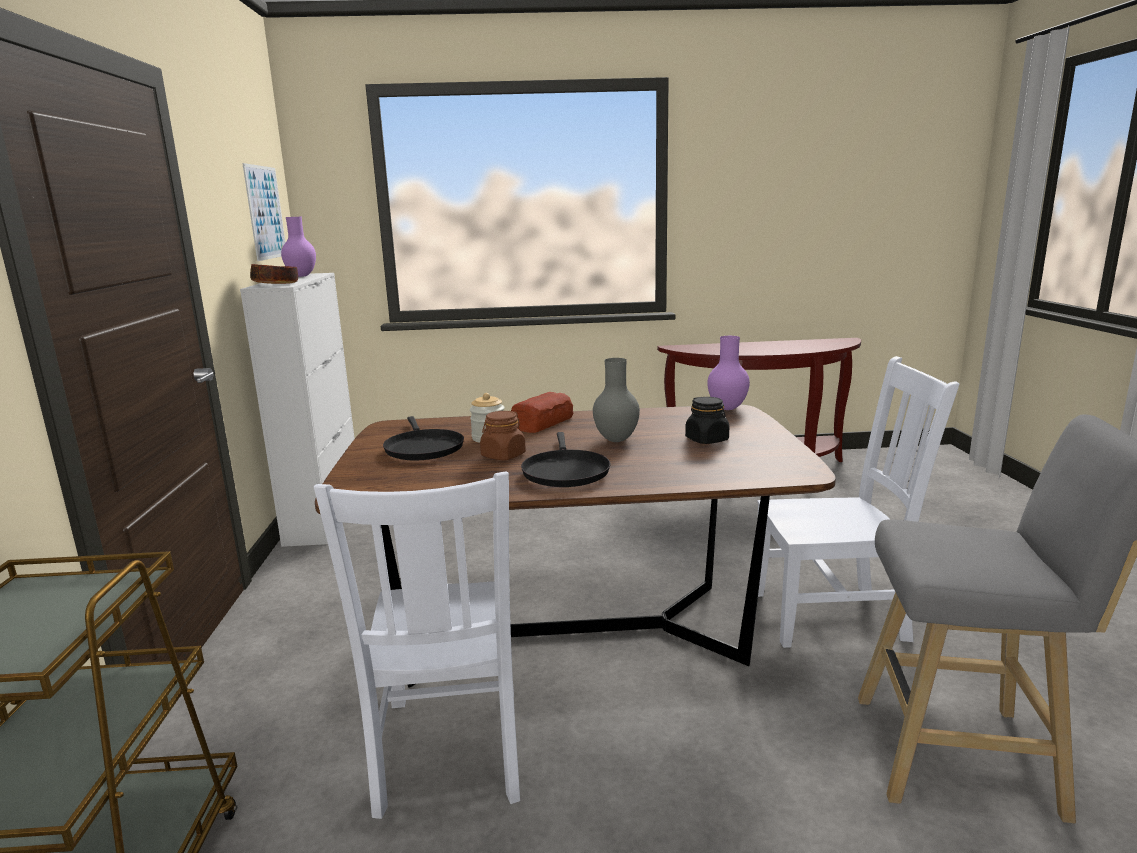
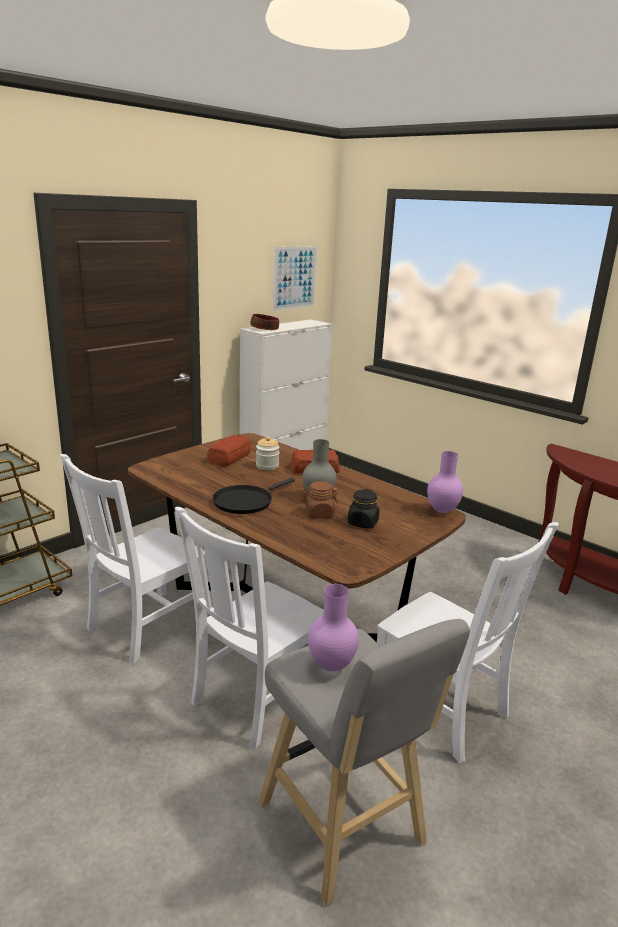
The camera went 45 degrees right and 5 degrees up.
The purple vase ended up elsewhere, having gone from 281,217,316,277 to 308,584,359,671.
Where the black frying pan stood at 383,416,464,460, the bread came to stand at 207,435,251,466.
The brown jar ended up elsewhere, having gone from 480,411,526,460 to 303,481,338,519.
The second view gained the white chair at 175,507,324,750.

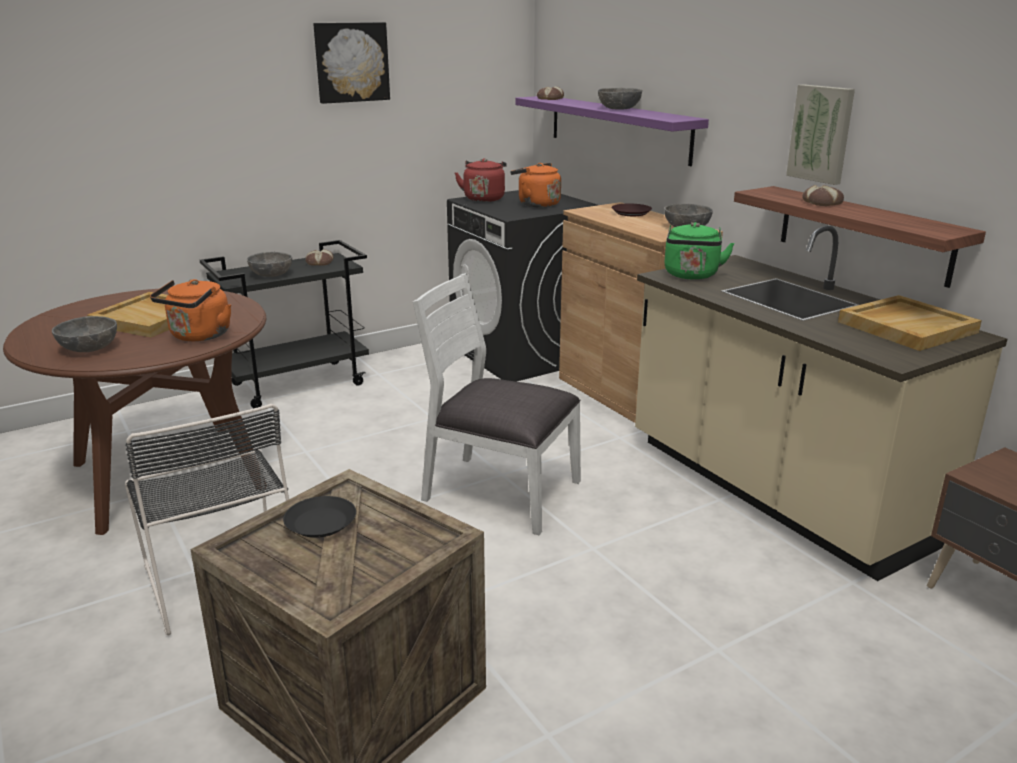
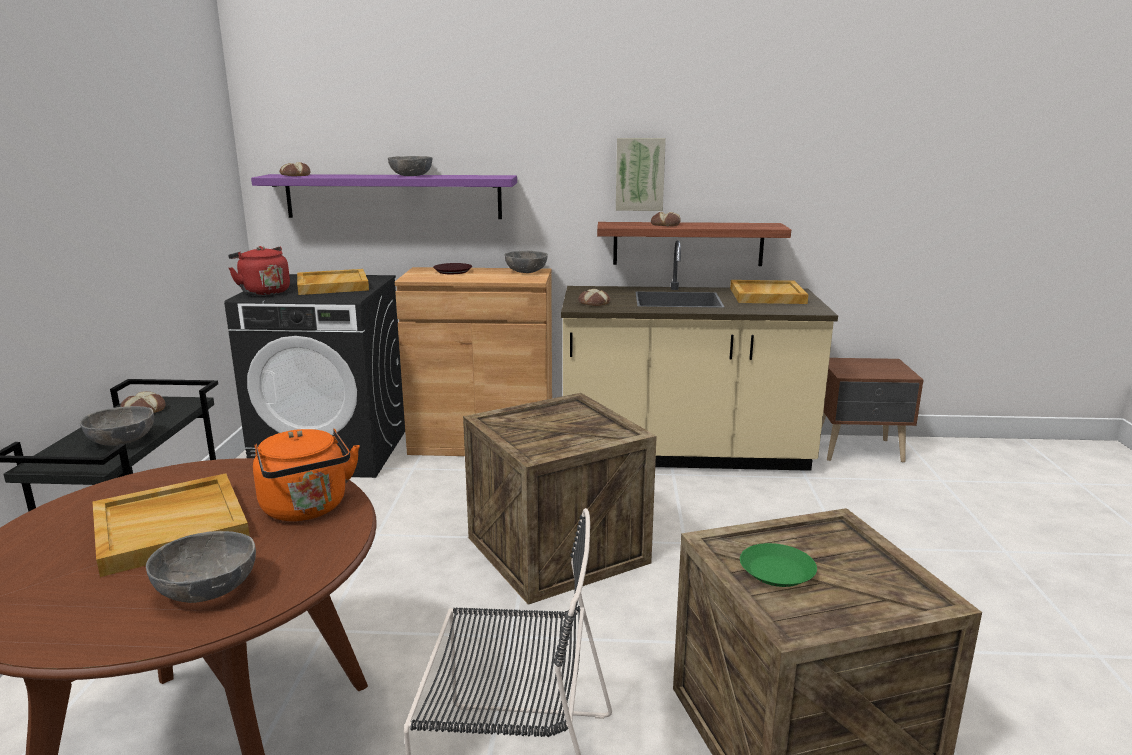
The camera went 55 degrees left and 5 degrees down.
What was the black plate at 283,496,356,538 turned into the green plate at 740,543,817,587.
The second view lost the picture at 313,22,390,104.
Where the white chair stood at 413,273,581,535, the crate came to stand at 463,393,657,604.
Where the orange kettle stood at 510,163,561,207, the beige tray came to stand at 297,269,369,295.
Where the green kettle stood at 665,222,735,280, the bread came to stand at 578,289,610,306.

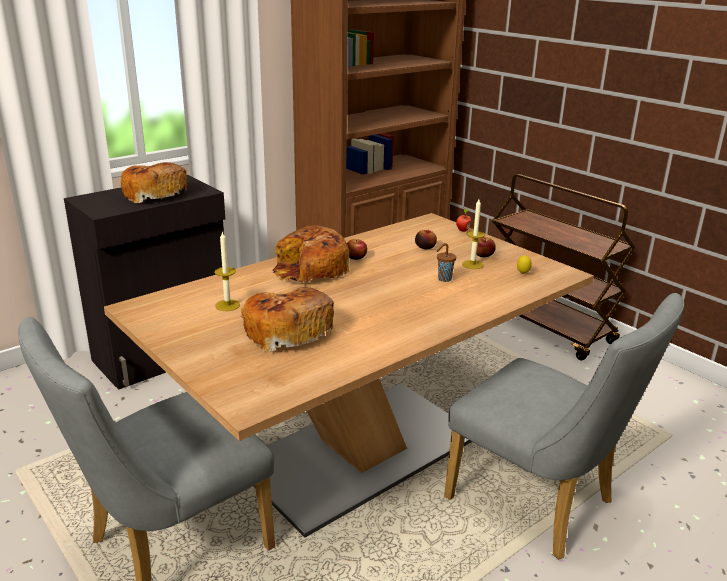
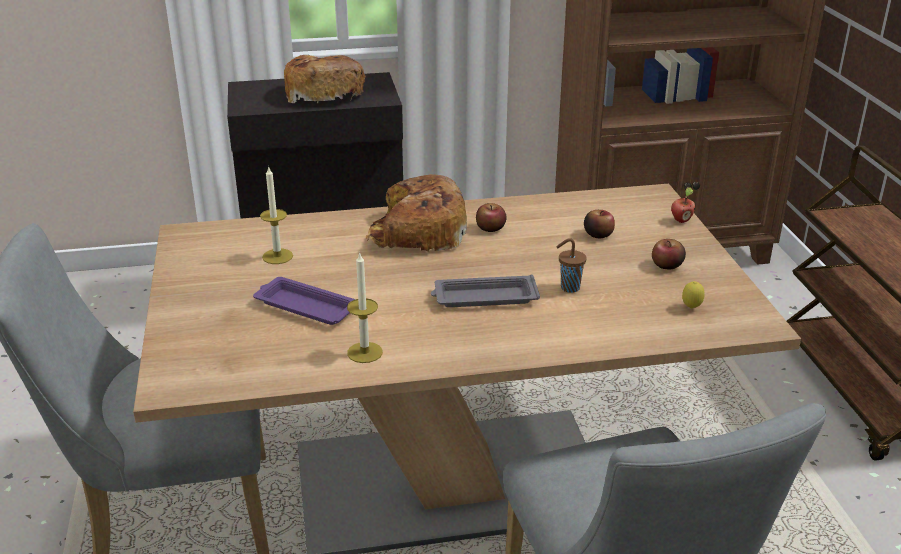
The camera went 30 degrees right and 5 degrees up.
Where the bread stood at 241,287,334,352, the purple tray came to stand at 253,277,356,325.
The candle ended up elsewhere, having gone from 462,199,485,269 to 347,252,383,363.
The second view gained the grey tray at 431,274,540,307.

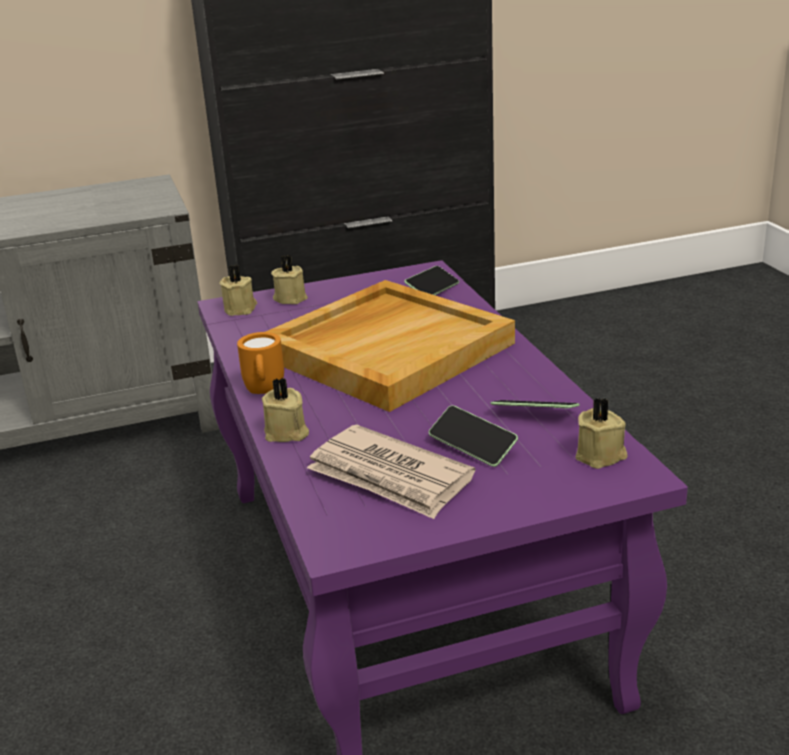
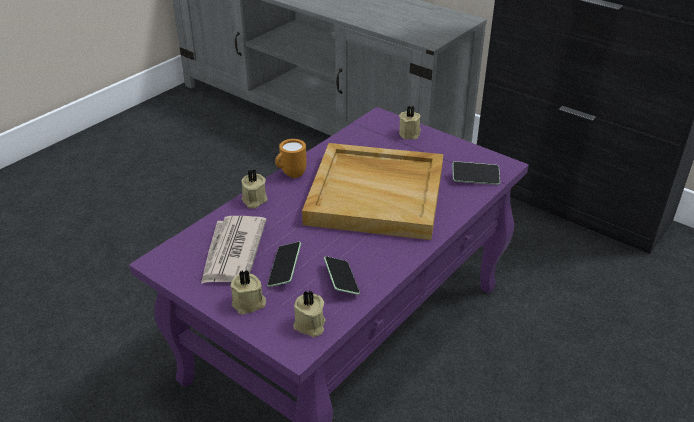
The camera went 55 degrees right and 10 degrees up.
The beige candle ended up elsewhere, having gone from 219,265,257,316 to 230,270,266,315.

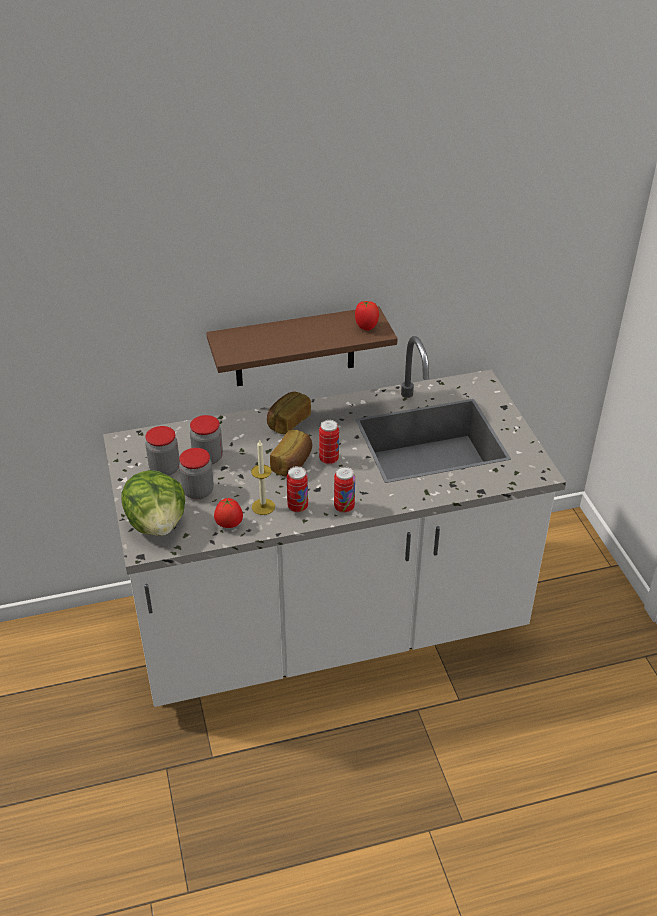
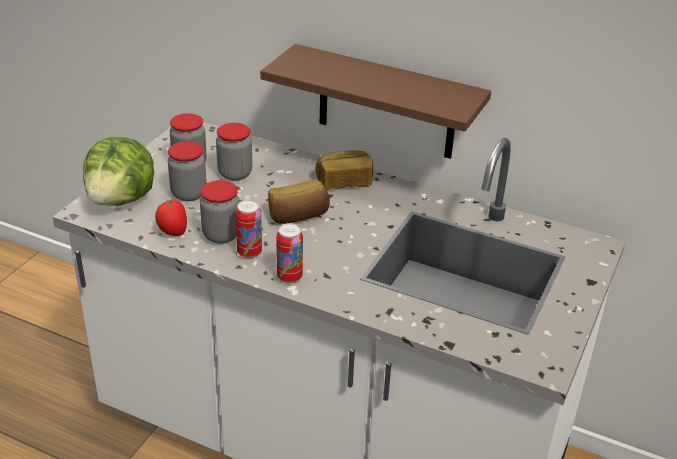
The camera went 40 degrees right and 5 degrees down.
Where the candle stood at 251,439,275,515, the jar came to stand at 200,180,239,244.
The second view lost the can at 319,420,339,464.
The second view lost the tomato at 355,301,379,331.

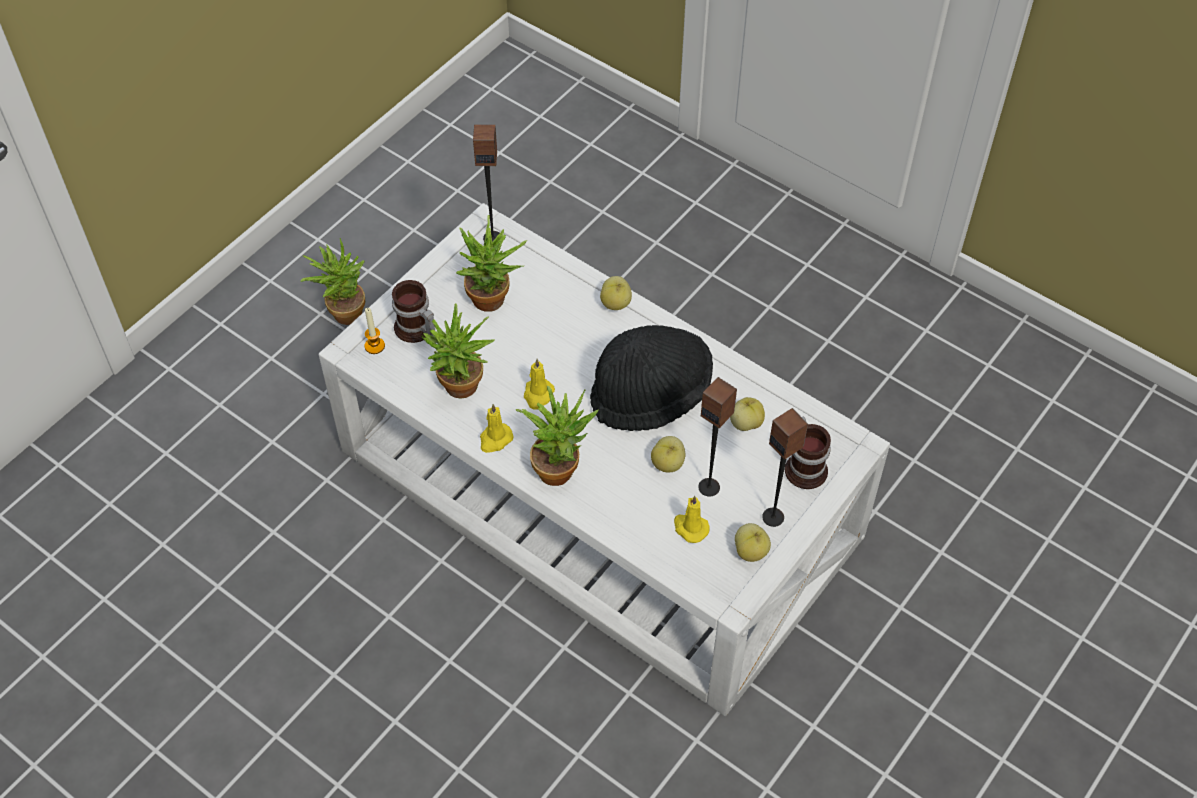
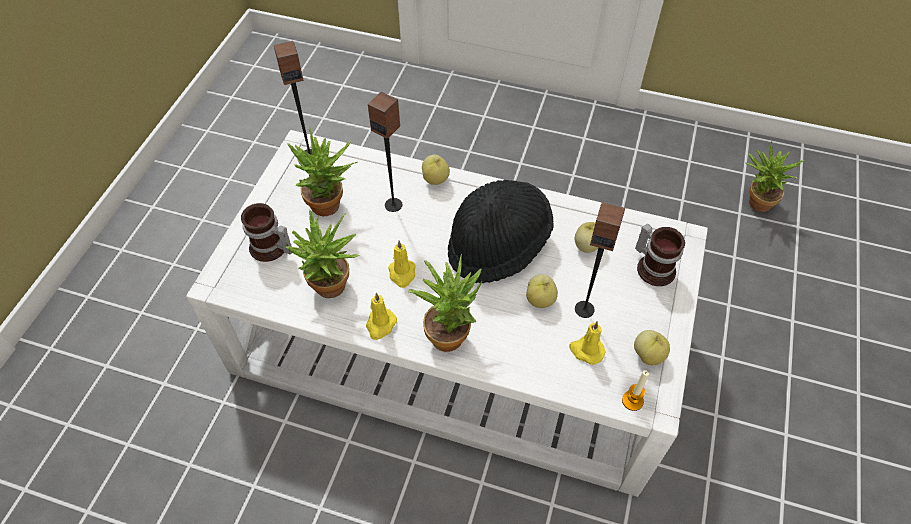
The camera went 20 degrees left and 0 degrees up.
The potted plant ended up elsewhere, having gone from 300,238,365,325 to 746,141,804,212.
The candle ended up elsewhere, having gone from 365,308,385,354 to 622,370,649,411.
The speaker ended up elsewhere, having gone from 762,408,808,527 to 368,92,403,212.

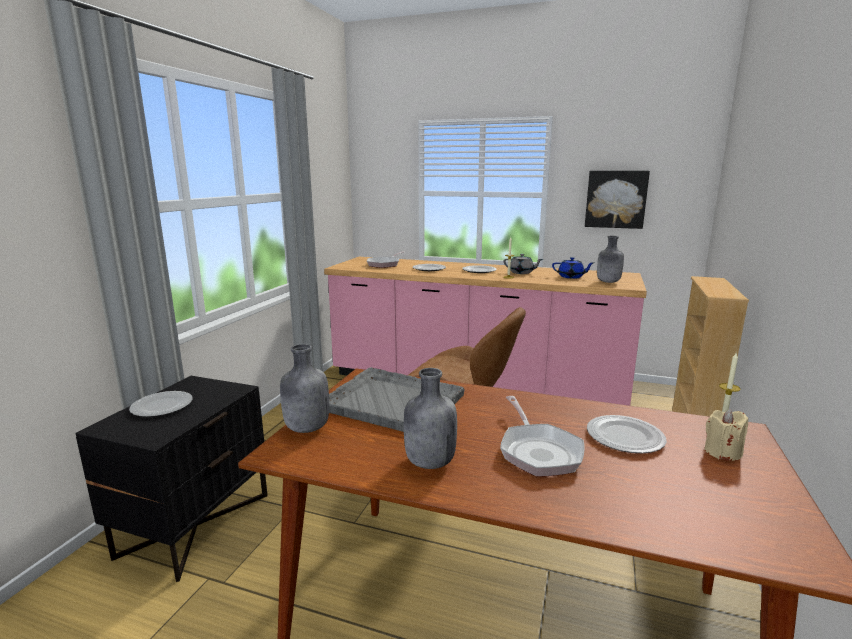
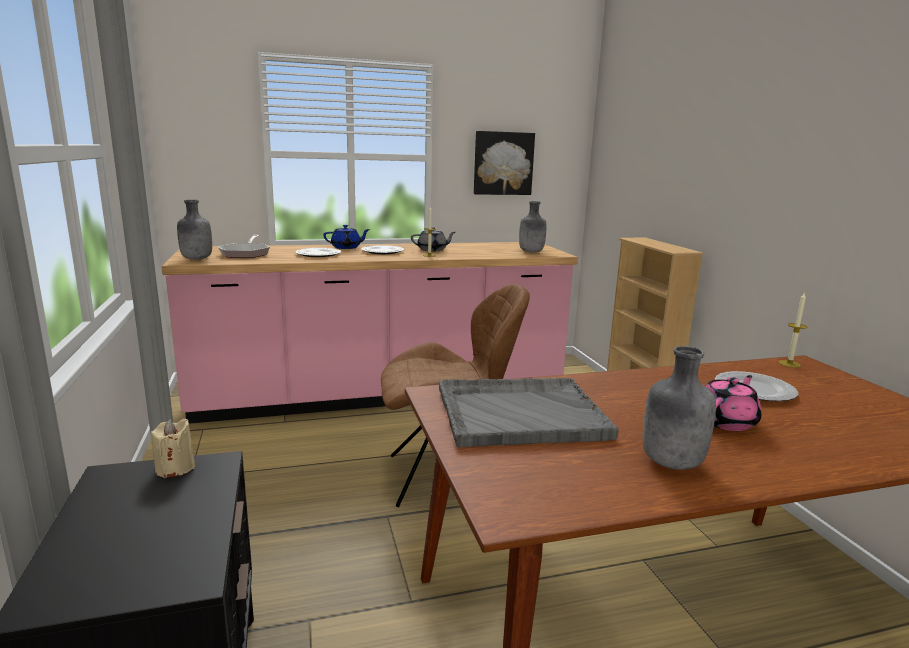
The camera went 35 degrees left and 0 degrees up.
The second view lost the plate at 129,391,193,417.
The grey bottle ended up elsewhere, having gone from 280,344,329,433 to 177,200,212,260.
Where the frying pan stood at 500,396,585,477, the pink teapot came to stand at 705,375,762,431.
The blue teapot ended up elsewhere, having gone from 552,257,594,279 to 323,225,370,249.
The beige candle ended up elsewhere, having gone from 704,409,748,461 to 150,418,195,478.

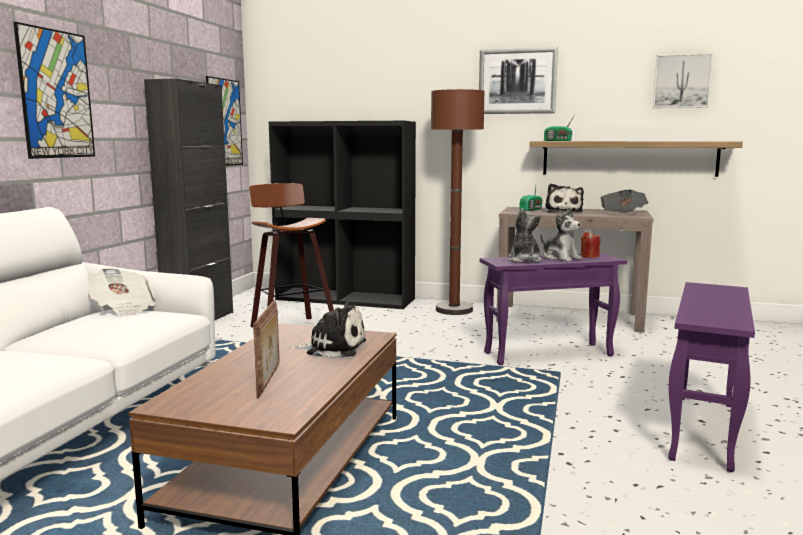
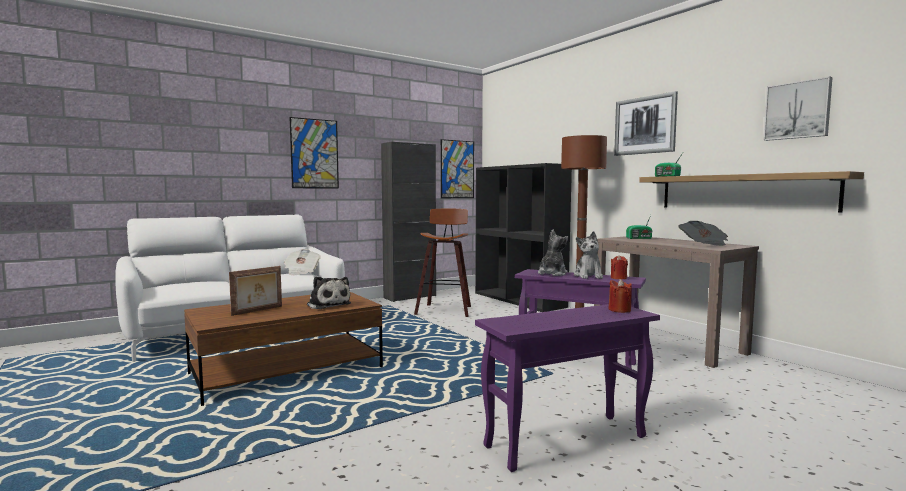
The camera went 40 degrees right and 5 degrees down.
The second view lost the plush toy at 545,184,584,212.
The second view gained the red candle at 608,279,632,313.

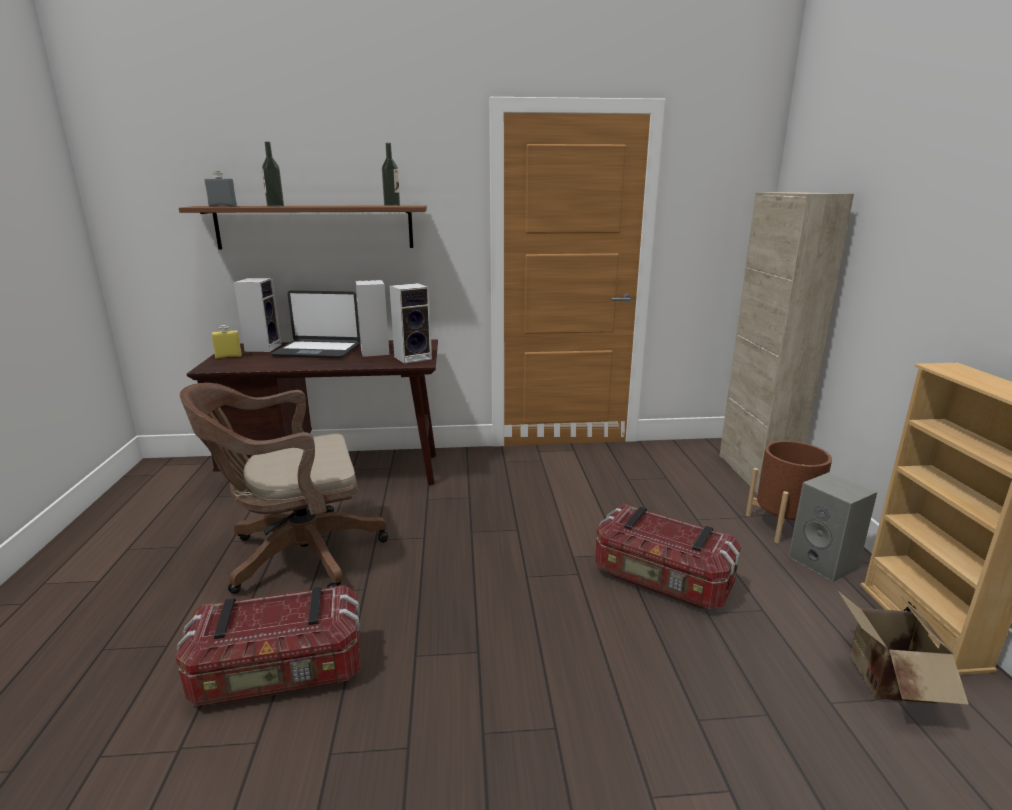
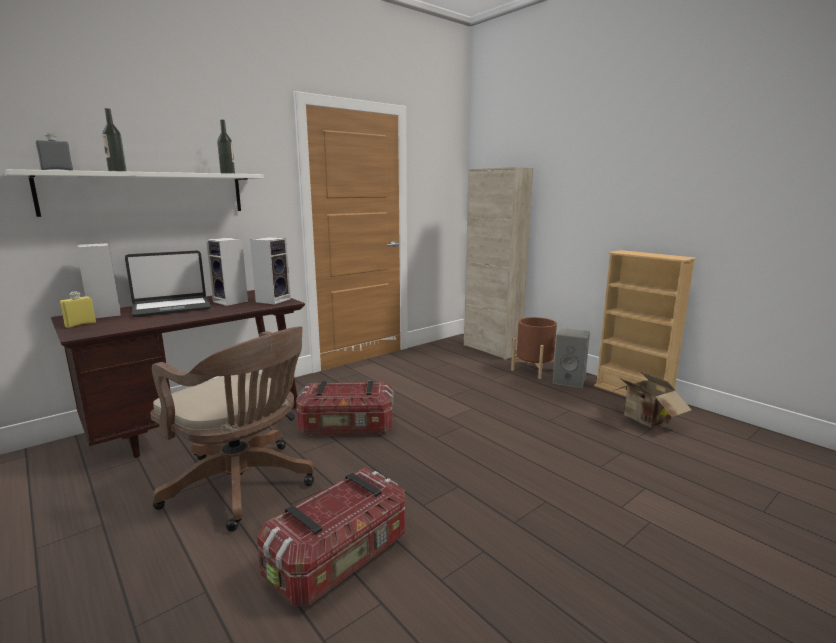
The camera went 35 degrees left and 5 degrees down.
What was the brown shelf at 179,205,427,250 turned into the white shelf at 6,169,264,217.
The brown office chair at 180,383,388,594 ended up facing another way, 90 degrees counterclockwise from before.
The storage box ended up elsewhere, having gone from 595,504,741,609 to 296,381,394,436.

